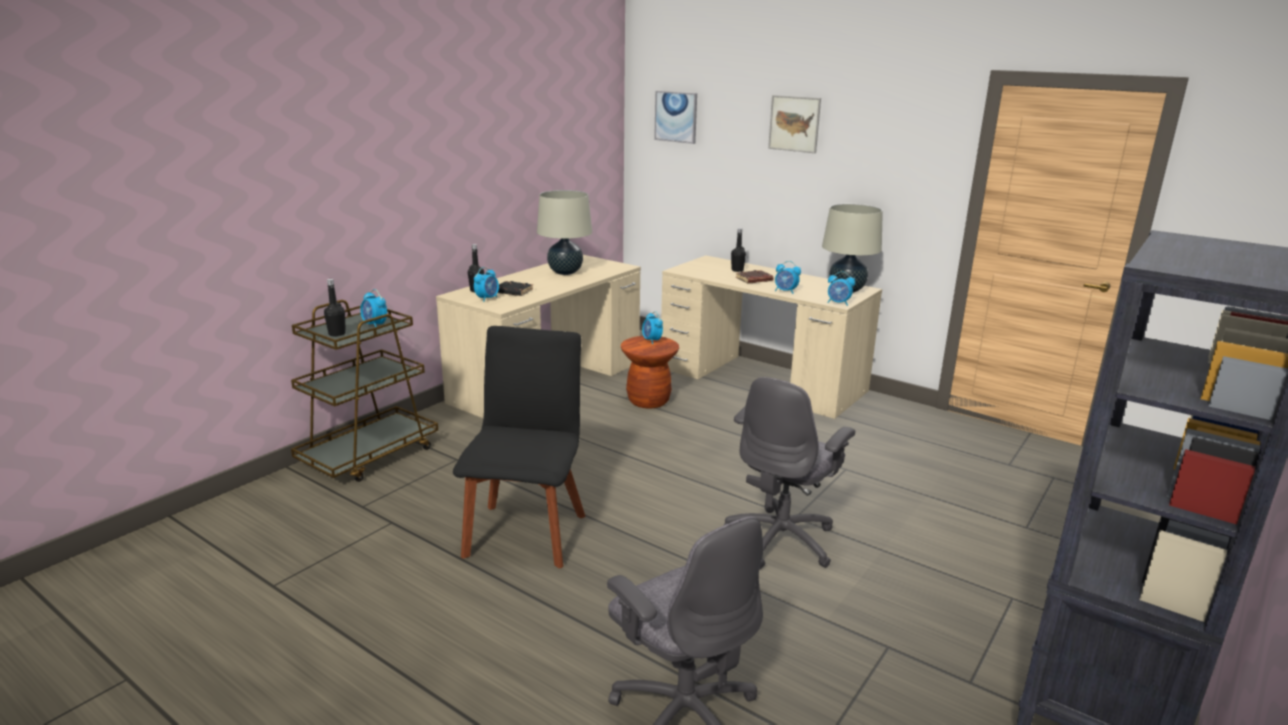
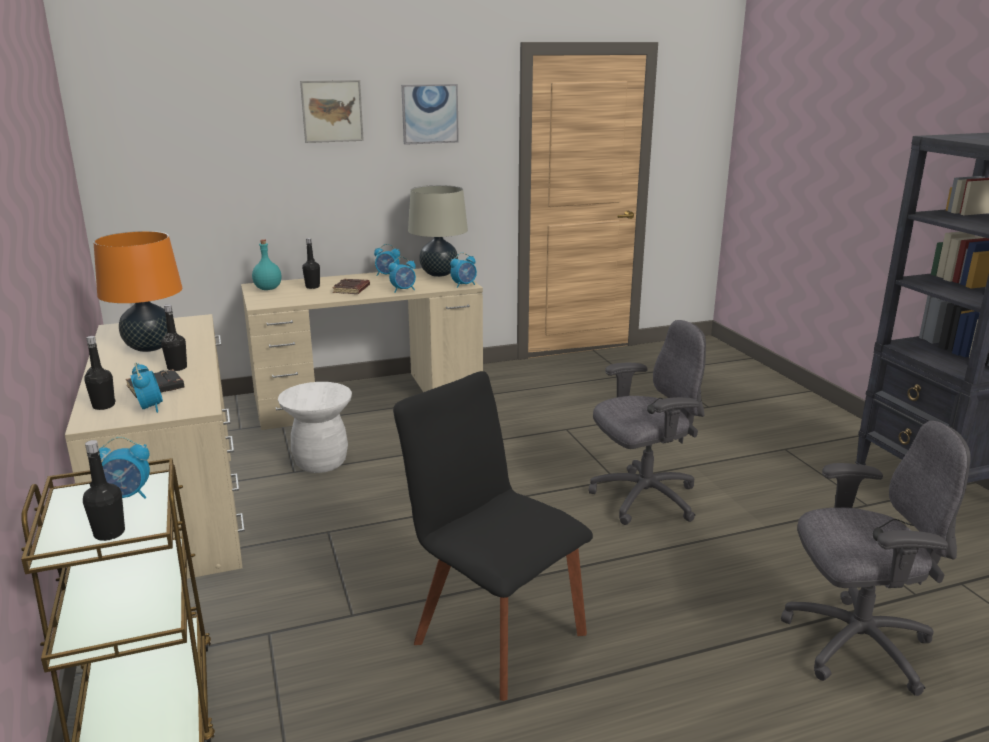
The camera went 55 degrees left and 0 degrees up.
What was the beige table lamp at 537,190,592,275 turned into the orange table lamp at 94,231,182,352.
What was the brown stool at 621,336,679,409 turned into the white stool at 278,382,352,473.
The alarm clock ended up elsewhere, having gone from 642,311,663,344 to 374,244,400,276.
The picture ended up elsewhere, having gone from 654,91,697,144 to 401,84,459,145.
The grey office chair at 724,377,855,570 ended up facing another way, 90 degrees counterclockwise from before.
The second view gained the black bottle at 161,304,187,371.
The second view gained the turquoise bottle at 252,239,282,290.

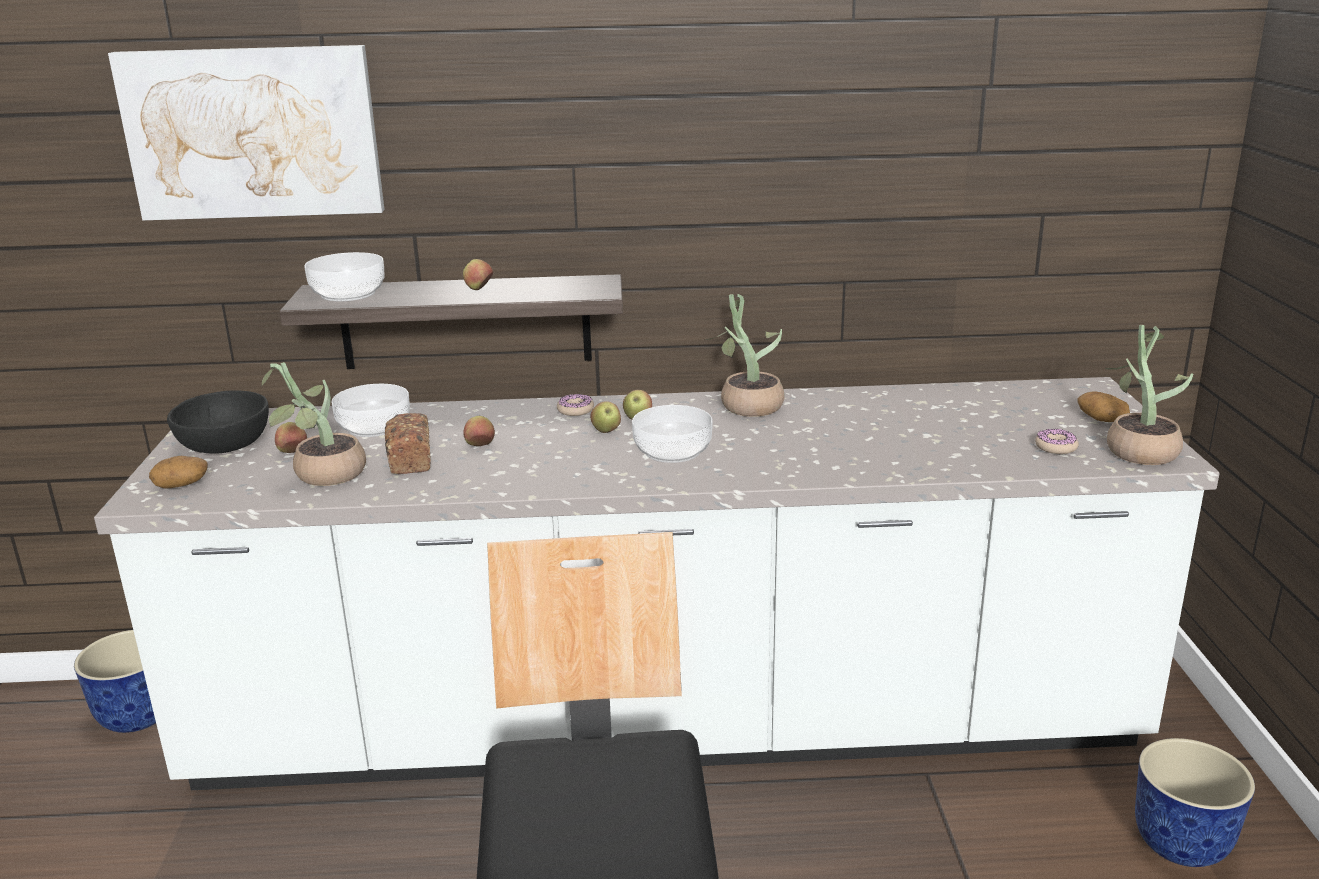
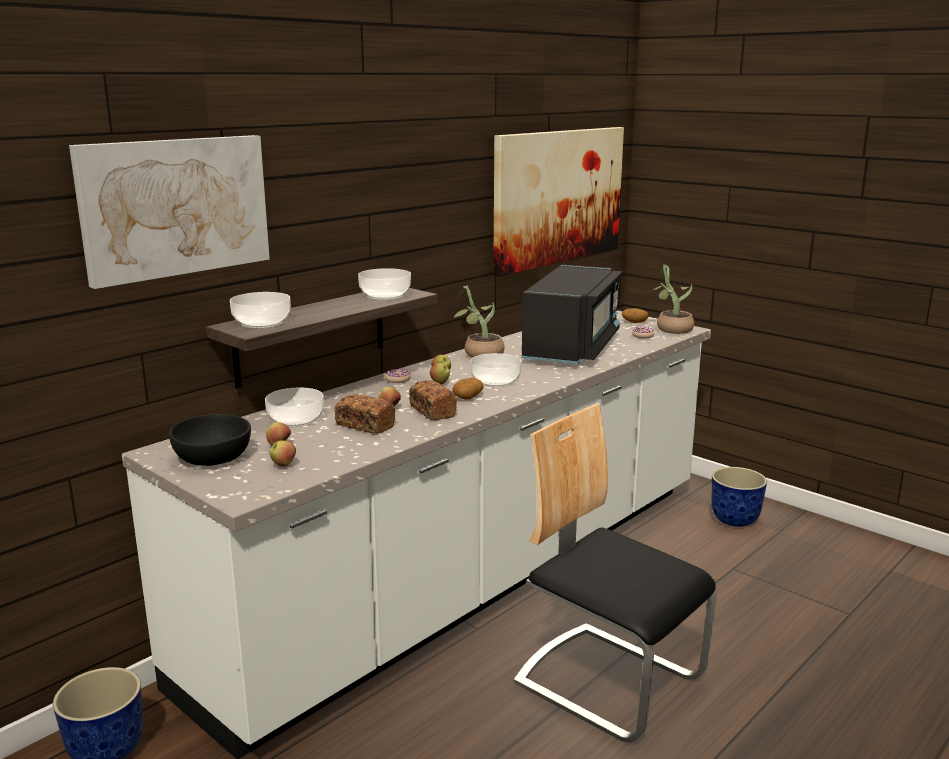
The camera went 45 degrees left and 5 degrees down.
The potato ended up elsewhere, having gone from 149,456,208,489 to 453,378,484,400.
The second view lost the potted plant at 262,362,366,486.
The apple ended up elsewhere, having gone from 463,259,493,290 to 269,440,296,467.
The second view gained the bowl at 358,268,411,300.
The second view gained the bread at 409,380,457,420.
The second view gained the picture at 493,127,624,277.
The second view gained the black microwave at 522,265,622,364.

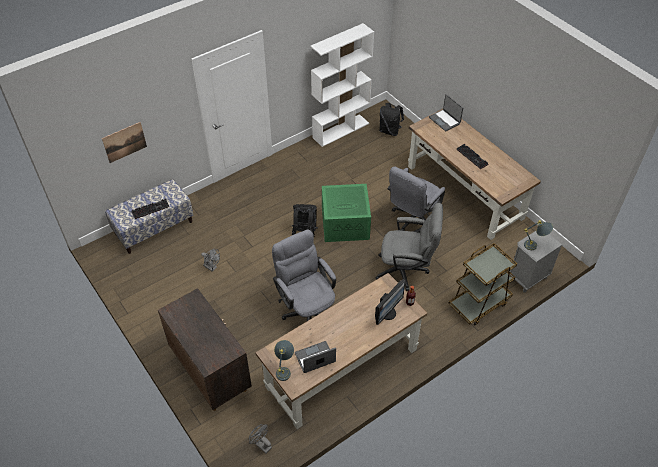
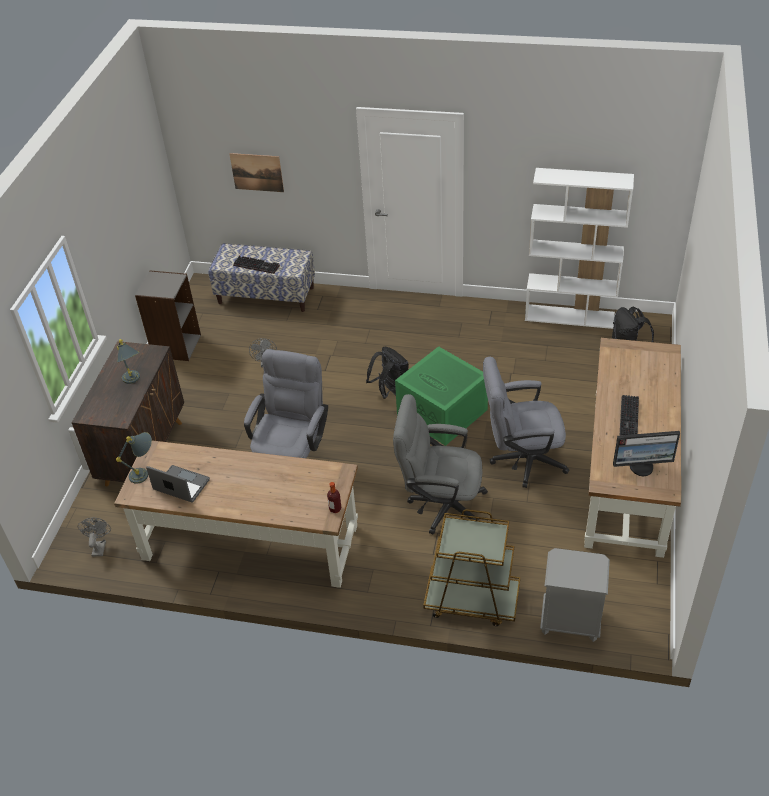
The camera went 50 degrees right and 5 degrees down.
The monitor ended up elsewhere, having gone from 375,279,406,325 to 613,431,680,476.
The grey office chair at 376,203,443,291 ended up facing another way, 135 degrees clockwise from before.
The second view lost the laptop at 429,94,463,131.
The grey table lamp ended up elsewhere, having gone from 524,220,553,250 to 117,339,140,384.
The second view gained the grey bookcase at 135,270,201,361.

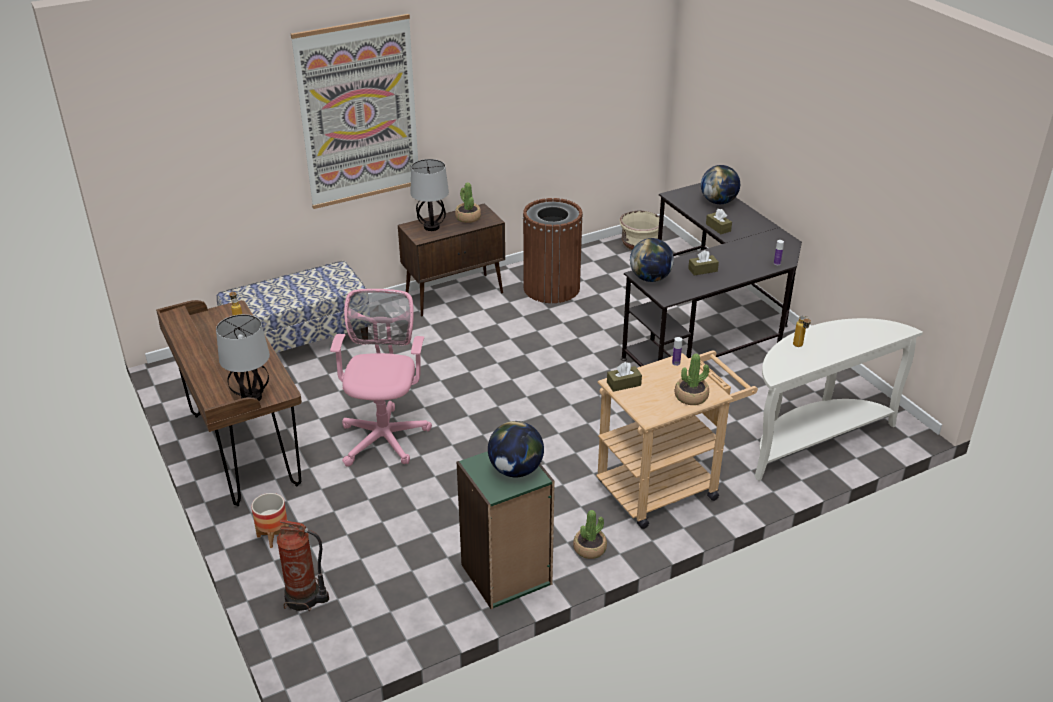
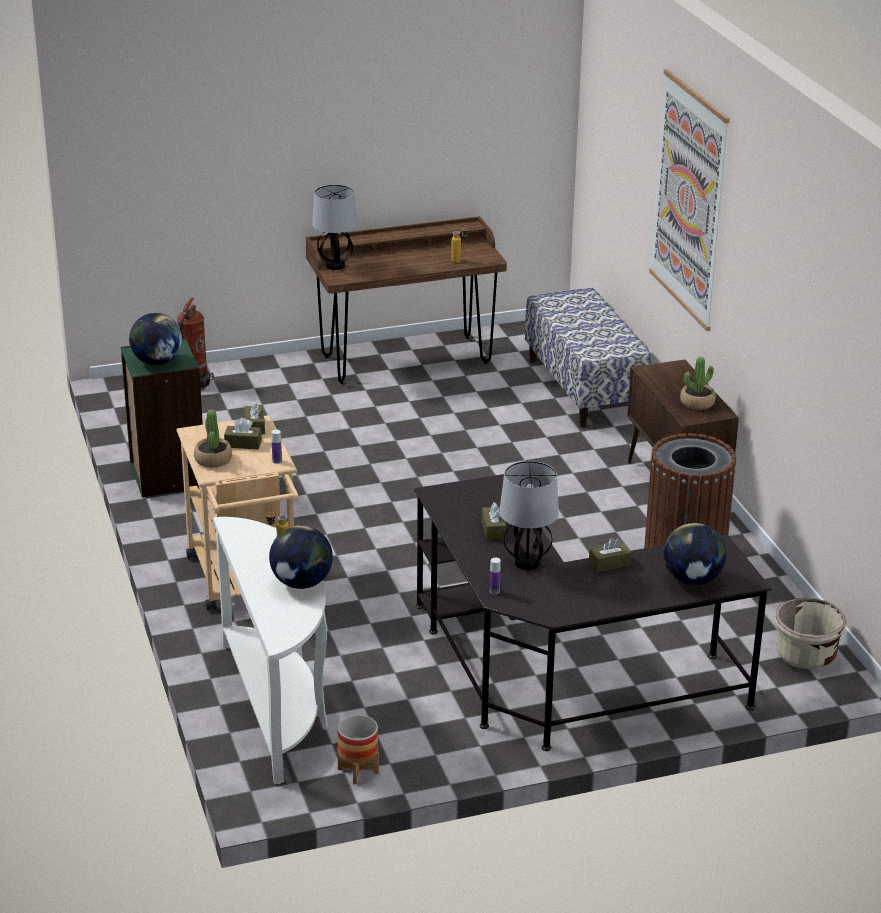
The camera went 100 degrees right and 5 degrees down.
The planter ended up elsewhere, having gone from 251,493,289,548 to 337,715,379,784.
The second view lost the pink office chair at 330,289,432,467.
The table lamp ended up elsewhere, having gone from 410,159,449,231 to 499,461,559,570.
The second view lost the potted plant at 573,510,607,559.
The globe ended up elsewhere, having gone from 630,238,674,282 to 269,525,333,589.
The second view gained the brown tissue box at 224,418,262,449.

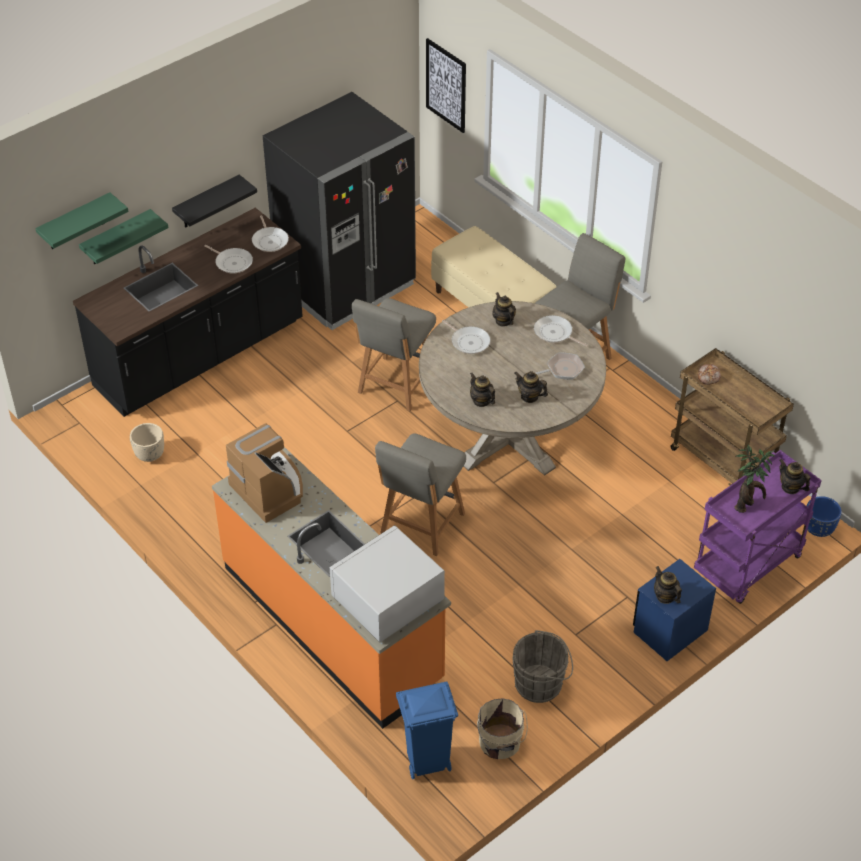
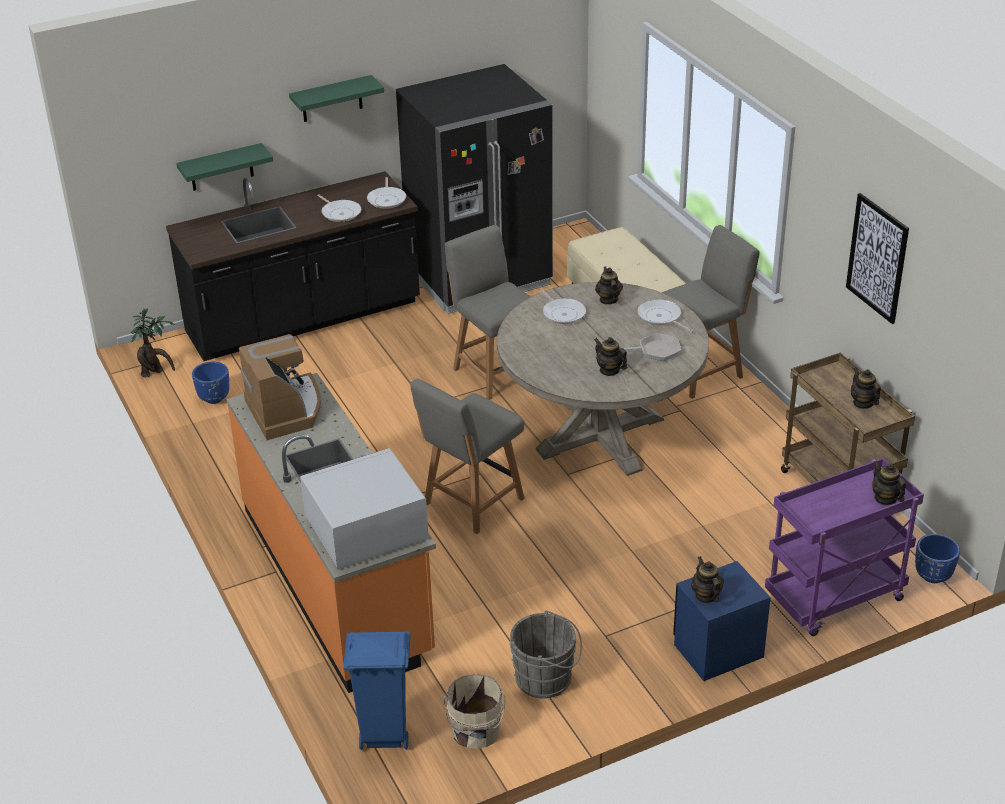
The camera went 15 degrees right and 10 degrees down.
The green shelf ended up elsewhere, having gone from 35,192,128,249 to 289,75,384,122.
What was the beige planter at 130,423,164,462 turned into the blue planter at 192,362,229,404.
The second view lost the black shelf at 172,175,257,228.
The grey chair at 352,298,436,412 ended up facing another way, 105 degrees clockwise from before.
The picture ended up elsewhere, having gone from 426,38,466,133 to 846,193,909,324.
The teapot ended up elsewhere, having gone from 470,373,495,407 to 851,368,881,409.
The second view lost the bread at 698,364,721,385.
The potted plant ended up elsewhere, having gone from 734,444,775,513 to 131,308,175,377.

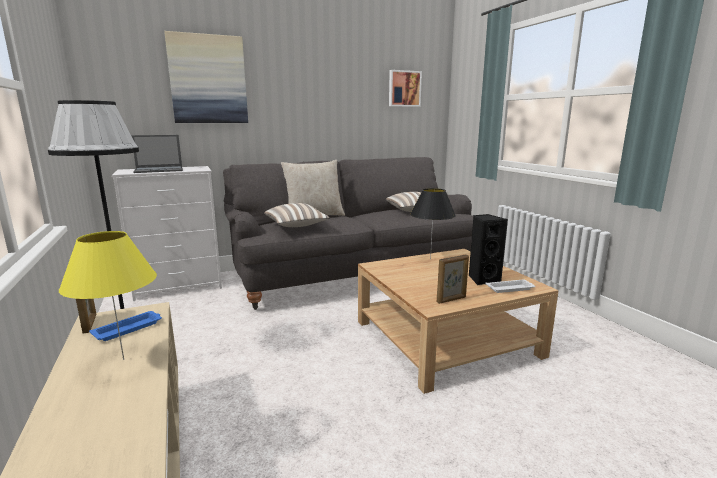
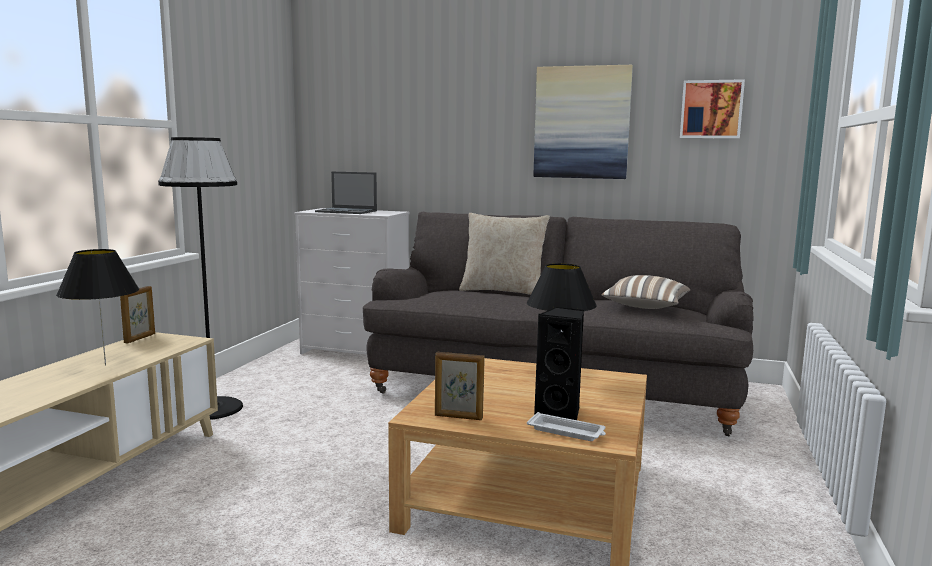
The camera went 40 degrees right and 5 degrees down.
What was the yellow table lamp at 59,231,157,360 turned into the black table lamp at 56,249,139,365.
The second view lost the blue tray at 89,311,162,341.
The picture ended up elsewhere, having gone from 164,31,248,123 to 533,65,633,179.
The second view lost the pillow at 264,203,330,227.

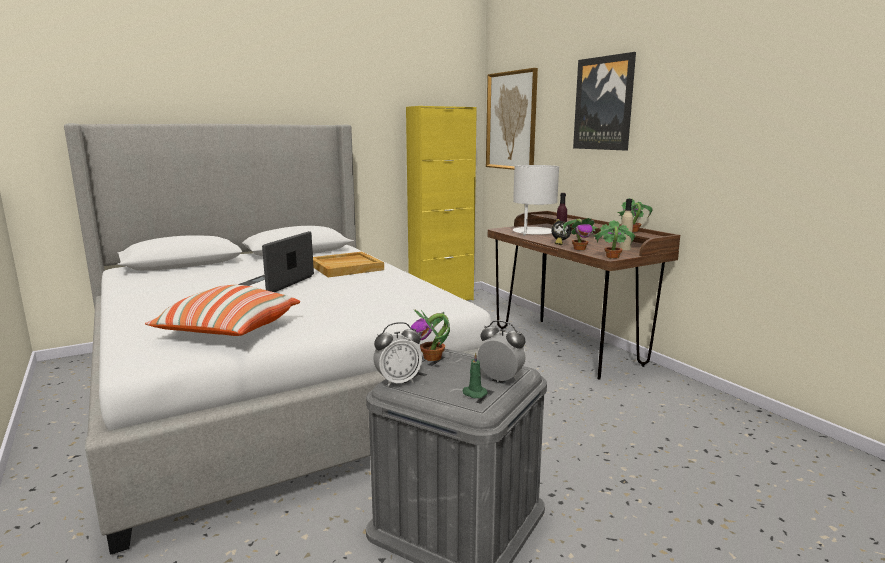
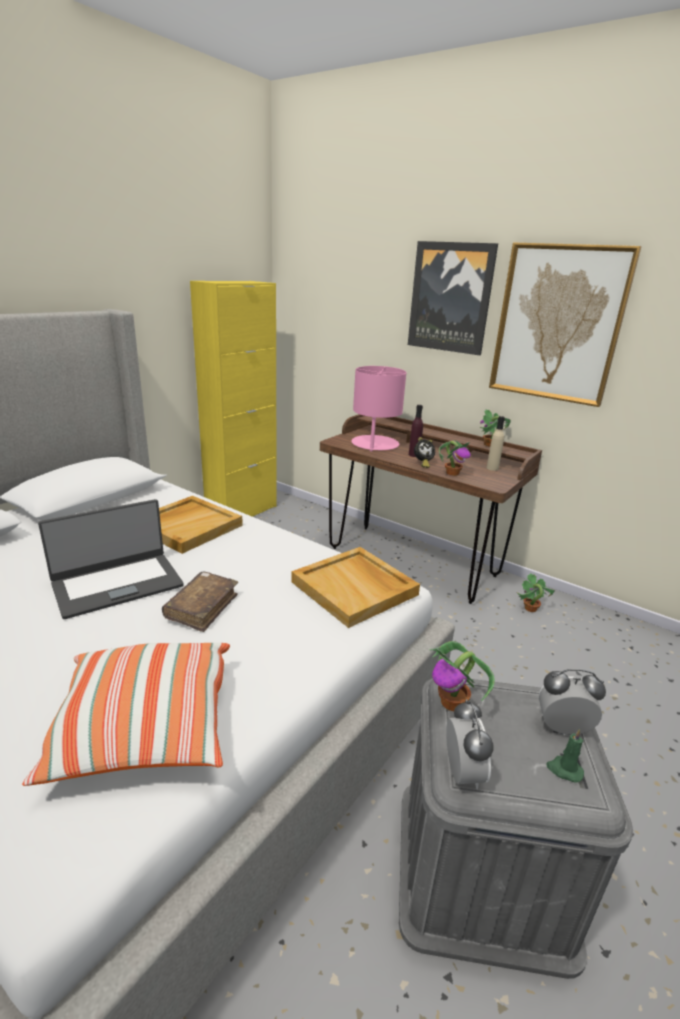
The camera went 25 degrees left and 10 degrees up.
The laptop at 238,231,314,292 ended up facing another way, 120 degrees counterclockwise from before.
The alarm clock at 373,322,422,387 ended up facing another way, 45 degrees counterclockwise from before.
The picture ended up elsewhere, having gone from 486,68,538,170 to 489,242,642,407.
What was the white table lamp at 513,165,559,235 turned into the pink table lamp at 351,366,406,452.
The potted plant ended up elsewhere, having gone from 593,220,636,259 to 516,573,555,612.
The second view gained the brown book at 162,571,238,632.
The second view gained the beige tray at 291,547,420,628.

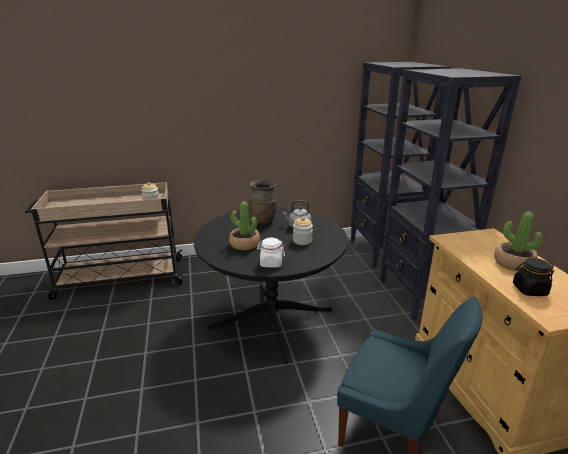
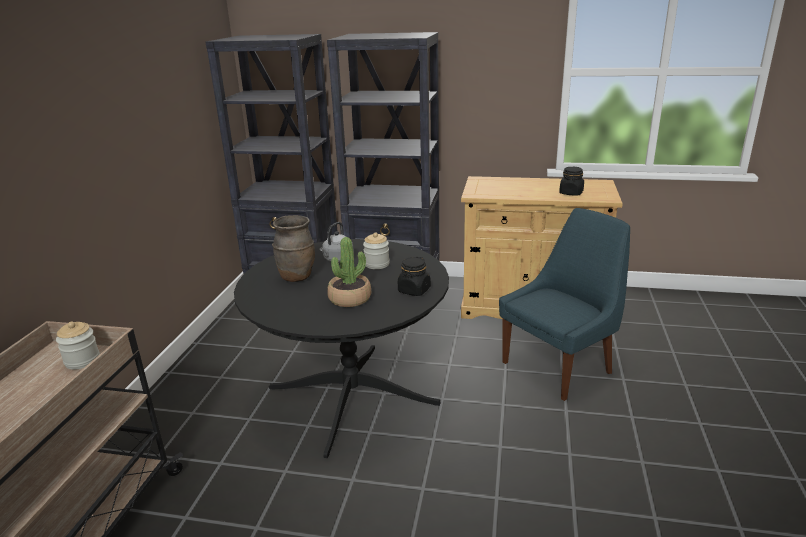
The camera went 65 degrees left and 0 degrees up.
What was the white jar at 257,238,285,268 turned into the black jar at 398,257,431,296.
The second view lost the potted plant at 494,211,543,271.

